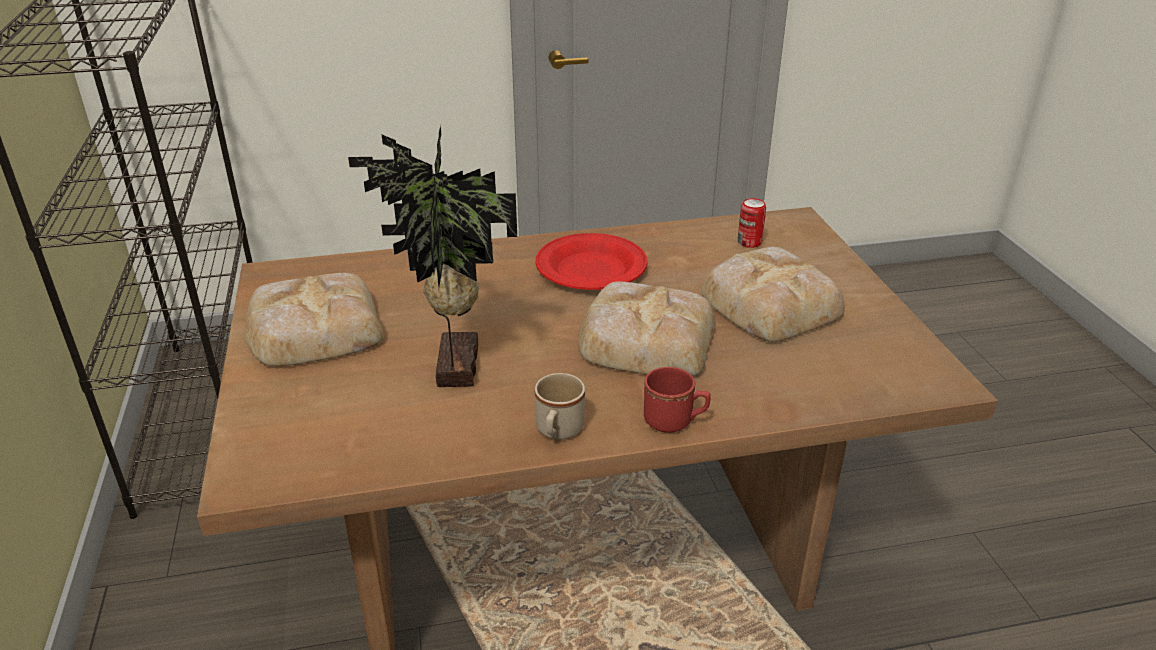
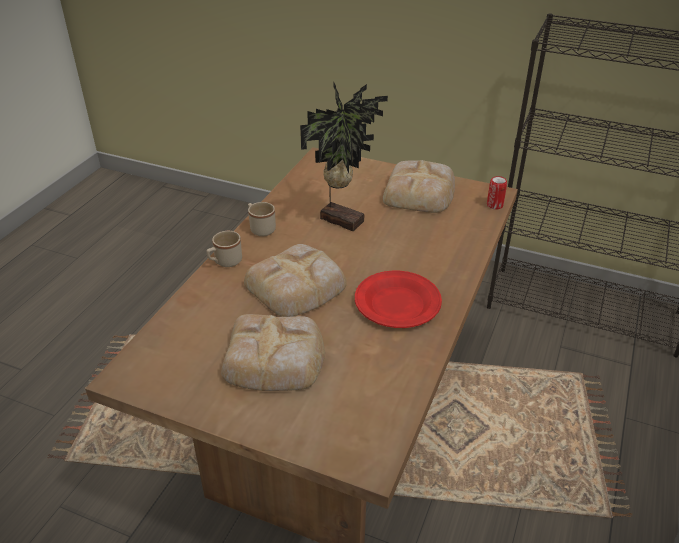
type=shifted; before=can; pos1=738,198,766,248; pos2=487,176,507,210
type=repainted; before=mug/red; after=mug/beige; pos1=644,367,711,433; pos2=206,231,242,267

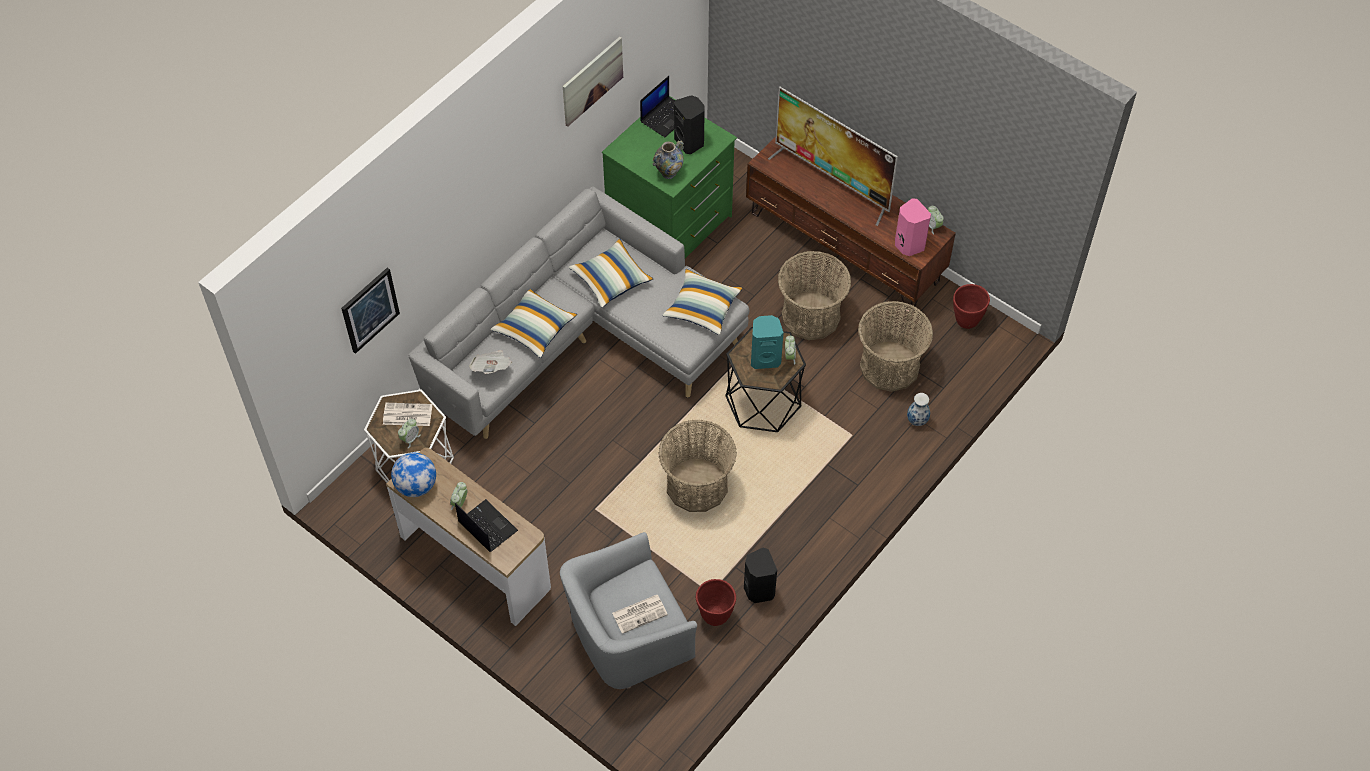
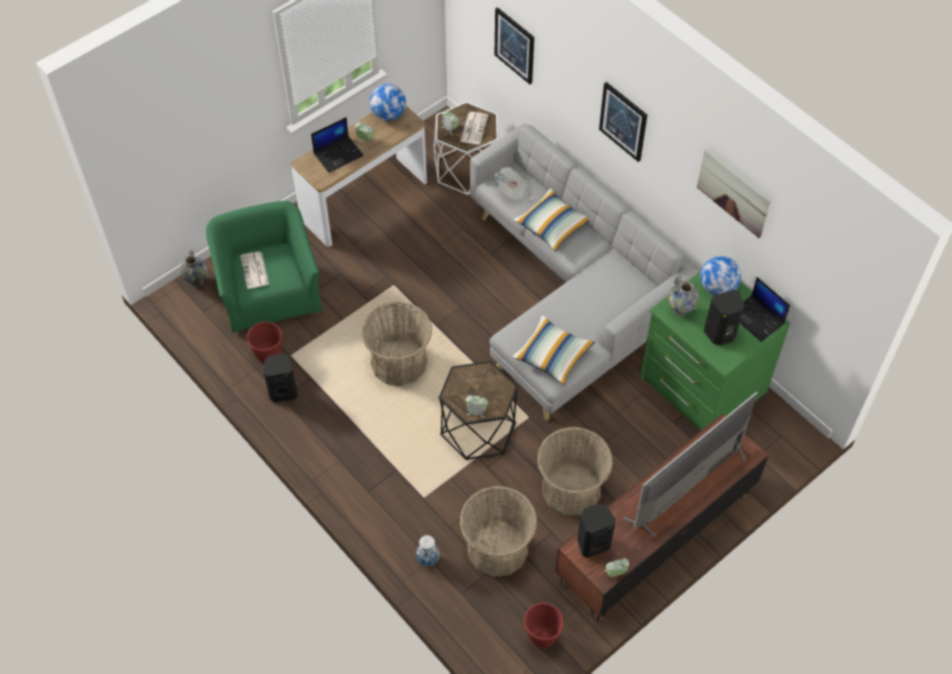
type=repainted; before=speaker/pink; after=speaker/black; pos1=895,198,931,256; pos2=577,503,616,558
type=gone; before=pillow; pos1=569,239,654,308
type=gone; before=speaker/turquoise; pos1=751,315,784,369
type=repainted; before=armchair/grey; after=armchair/green; pos1=560,532,697,689; pos2=206,201,322,332
type=new; after=picture; pos2=599,82,647,162
type=new; after=vase; pos2=181,250,208,287
type=new; after=globe; pos2=700,256,741,296

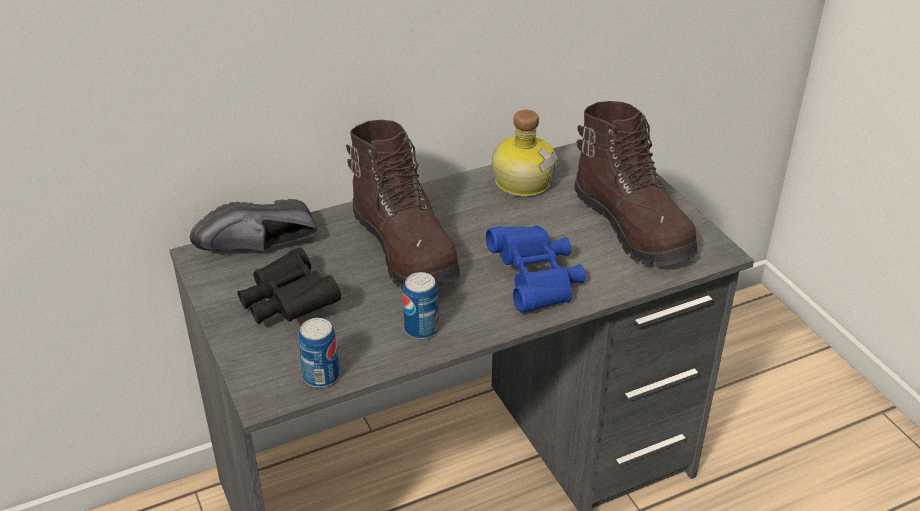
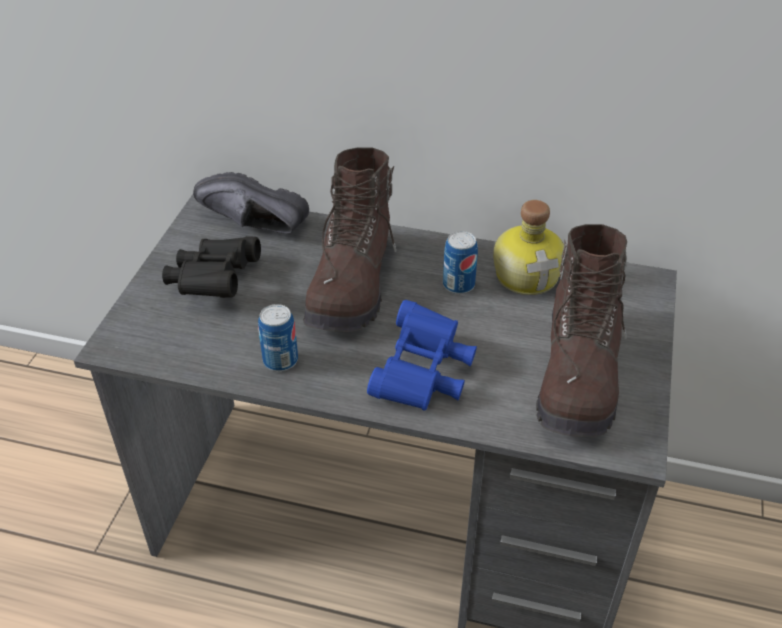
type=shifted; before=can; pos1=299,318,340,388; pos2=443,231,478,294

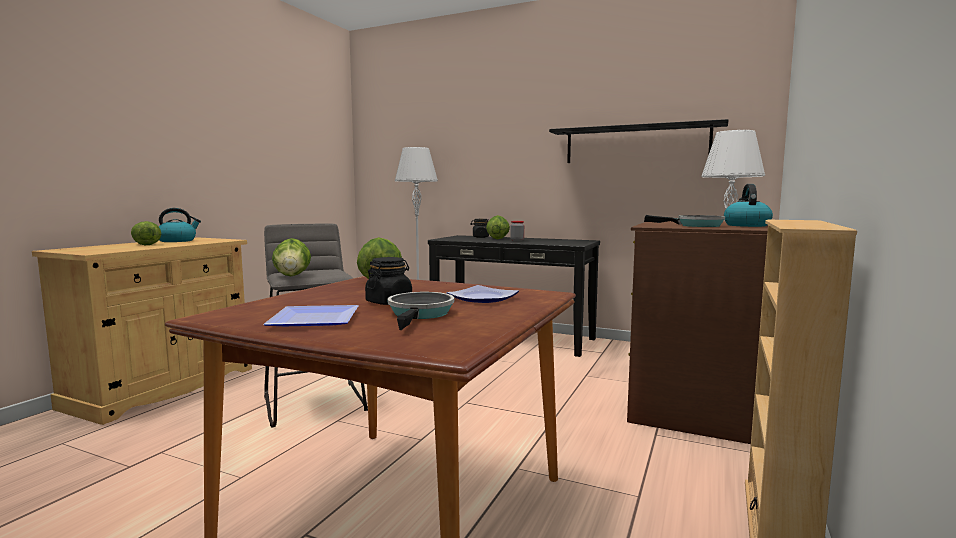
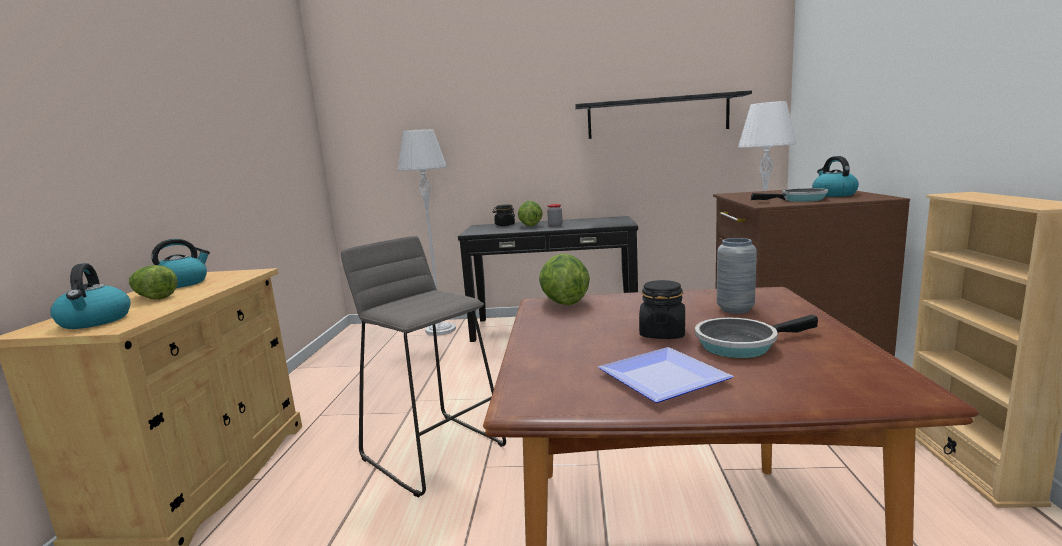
type=gone; before=lettuce; pos1=272,238,311,276
type=swapped; before=plate; after=vase/grey; pos1=447,285,519,303; pos2=717,238,757,314
type=rotated; before=frying pan; pos1=388,292,454,330; pos2=695,314,818,358; turn=-90
type=new; after=kettle; pos2=50,263,131,329

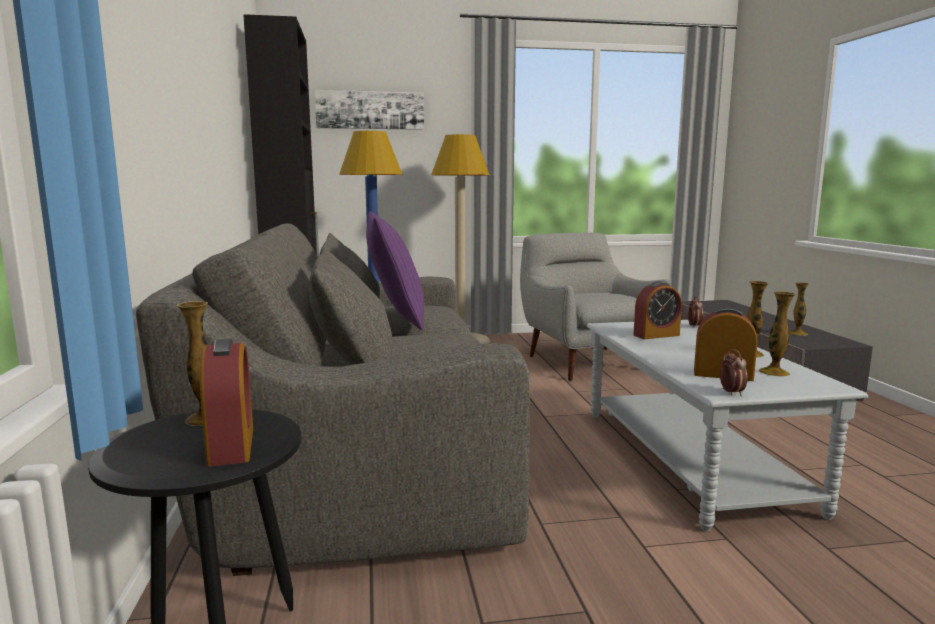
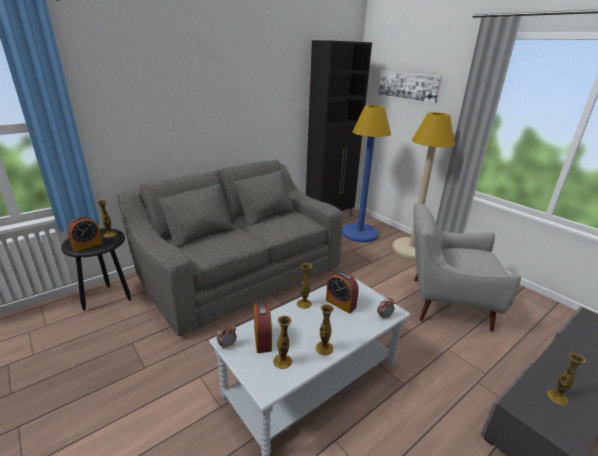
type=gone; before=pillow/purple; pos1=366,211,424,330
type=rotated; before=armchair/grey; pos1=520,233,671,381; pos2=413,203,521,332; turn=-120
type=new; after=vase; pos2=297,263,312,309

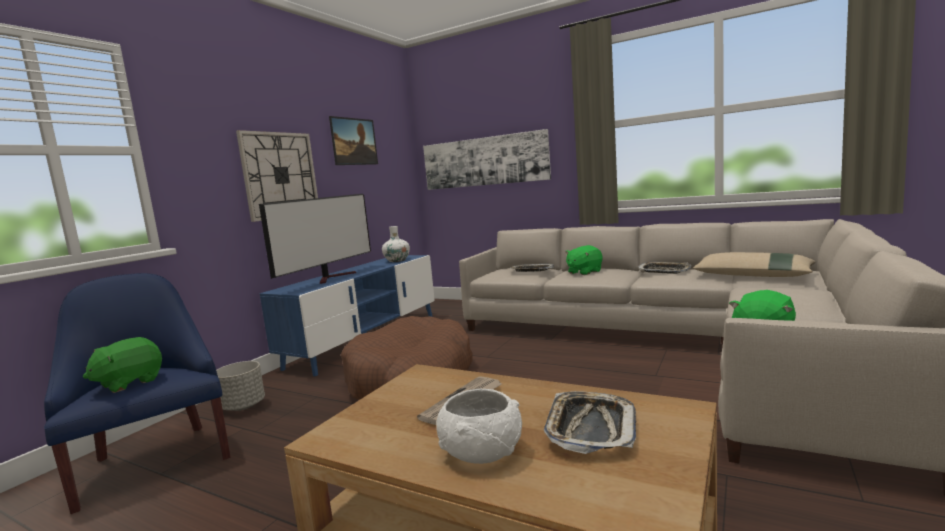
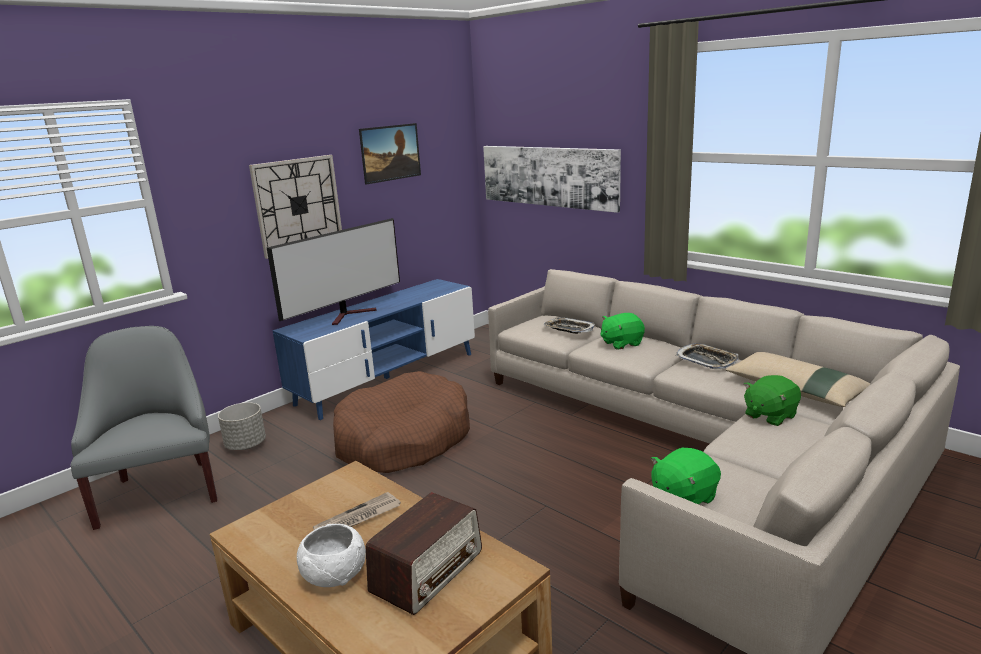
type=gone; before=vase/white; pos1=382,226,410,262
type=repainted; before=armchair/blue; after=armchair/grey; pos1=44,273,230,514; pos2=70,326,217,530
type=shifted; before=plush toy/green; pos1=83,337,162,393; pos2=744,375,801,426
type=swapped; before=tray; after=radio; pos1=544,391,636,454; pos2=366,492,482,615

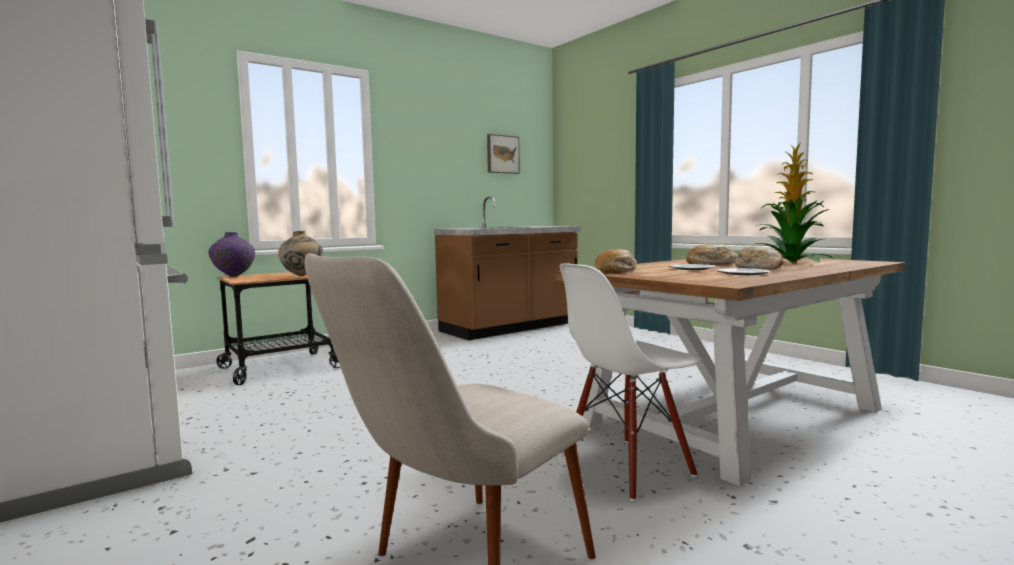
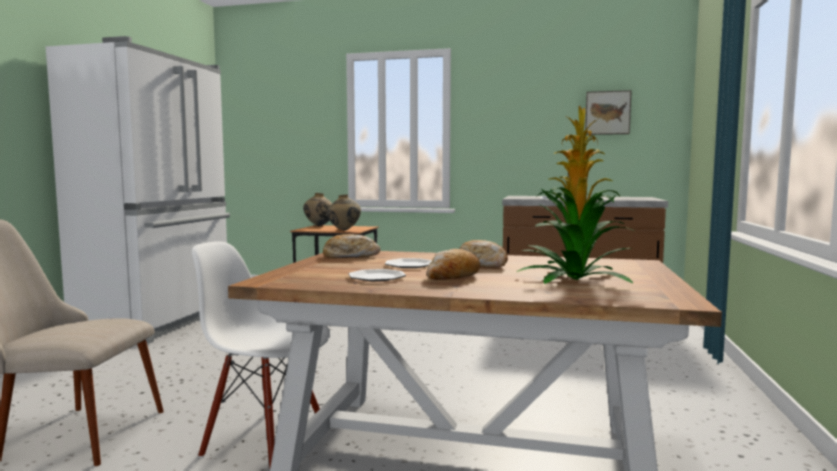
type=repainted; before=vase/purple; after=vase/beige; pos1=208,232,255,277; pos2=303,193,332,226

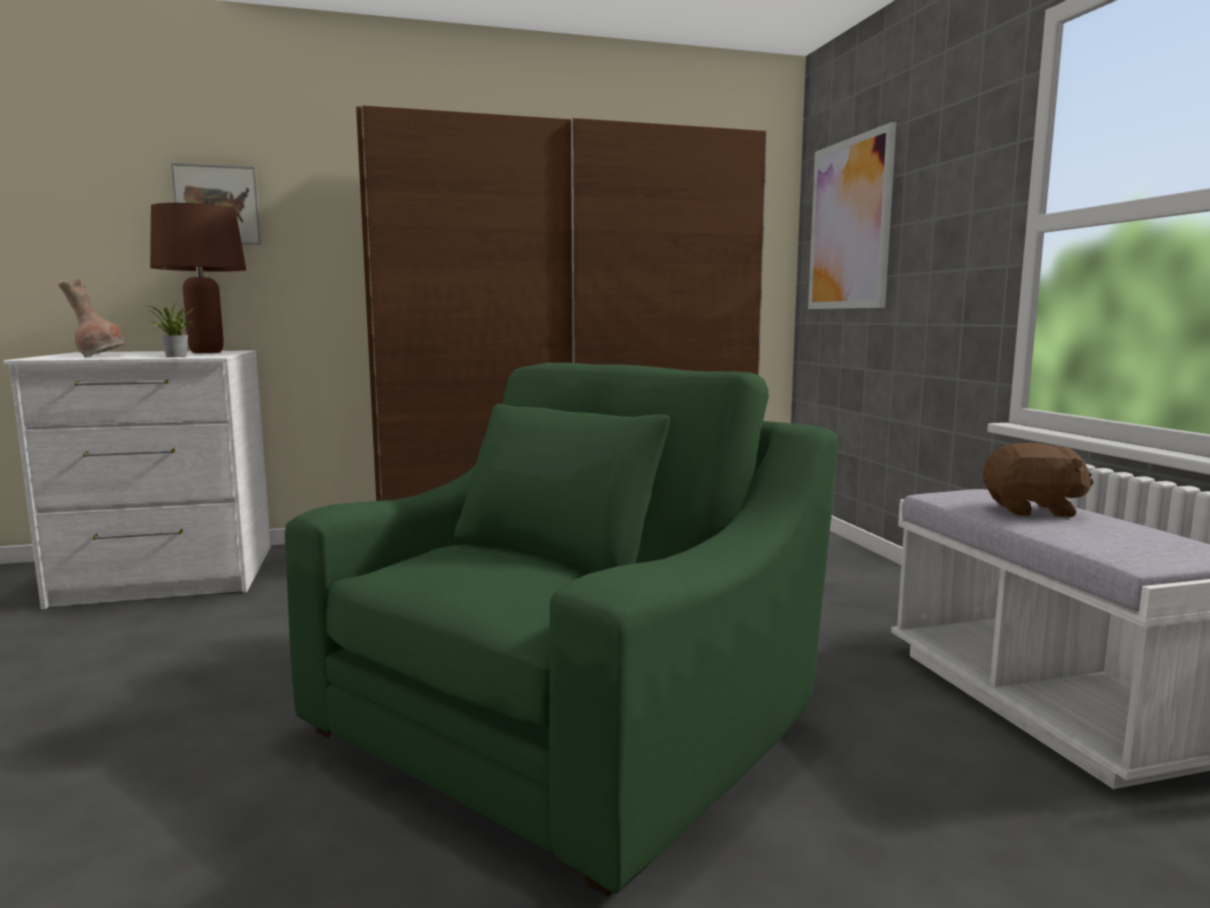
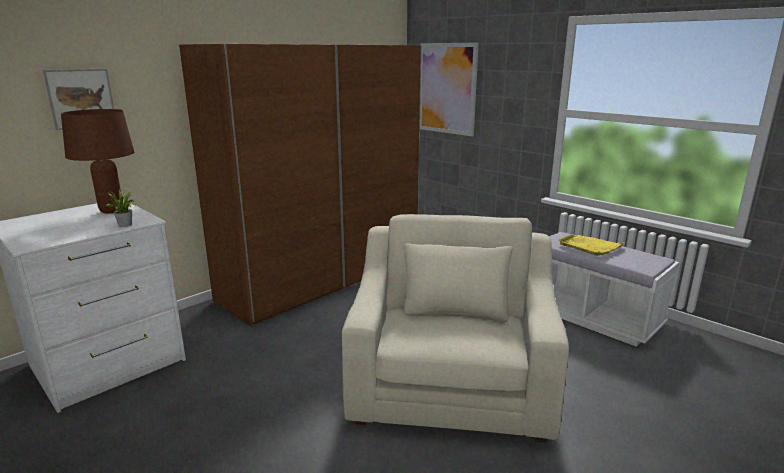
type=gone; before=vase/brown; pos1=58,279,125,357
type=repainted; before=armchair/green; after=armchair/beige; pos1=285,363,838,896; pos2=342,214,569,442
type=swapped; before=plush toy/brown; after=tray/yellow; pos1=983,443,1094,517; pos2=558,235,624,256

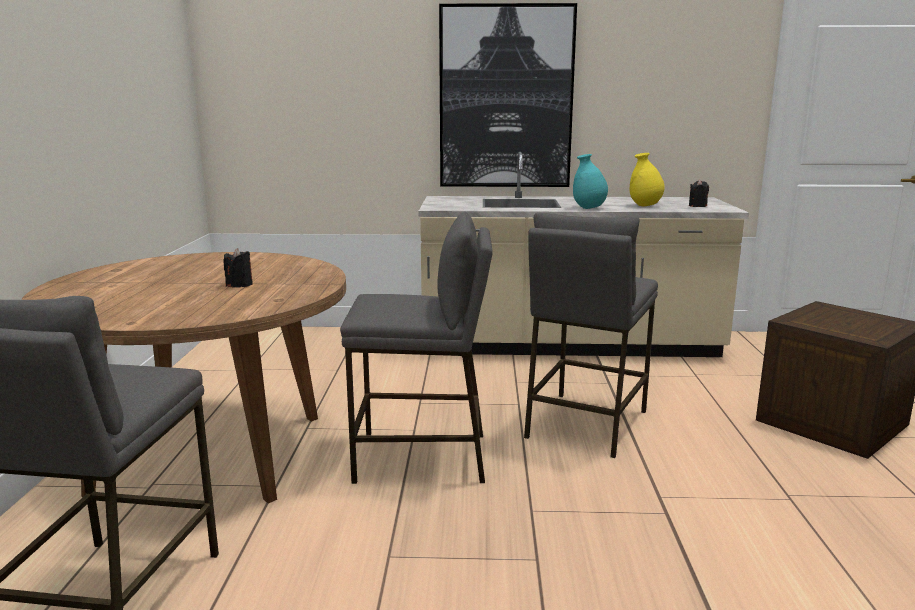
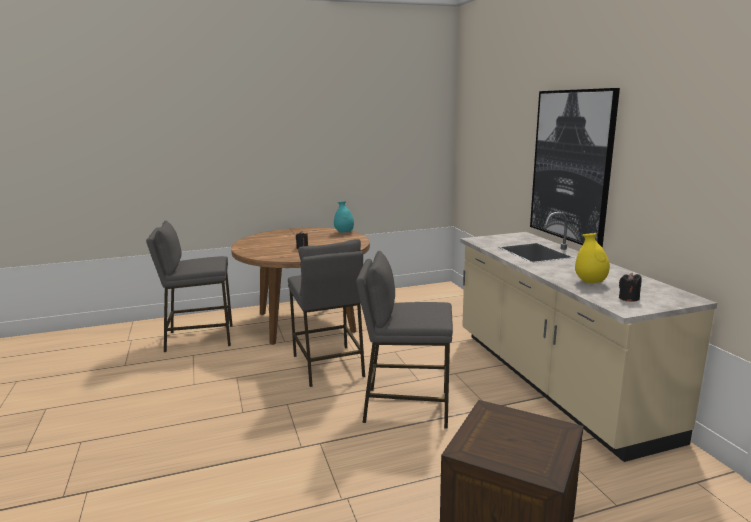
type=shifted; before=vase/turquoise; pos1=573,154,608,209; pos2=334,201,354,233

